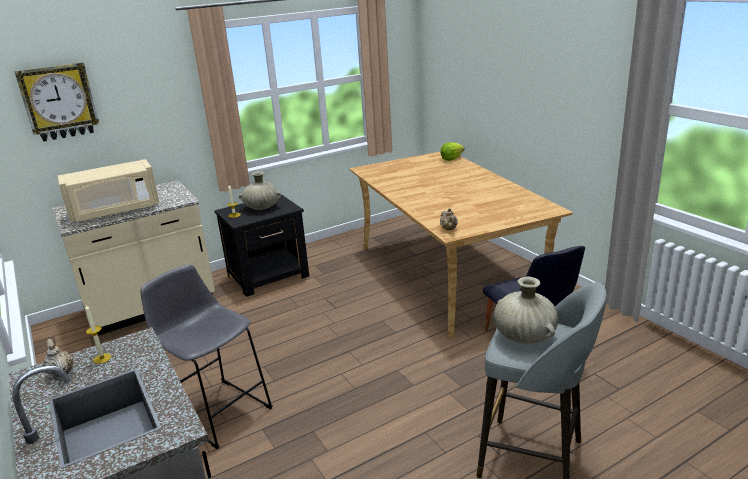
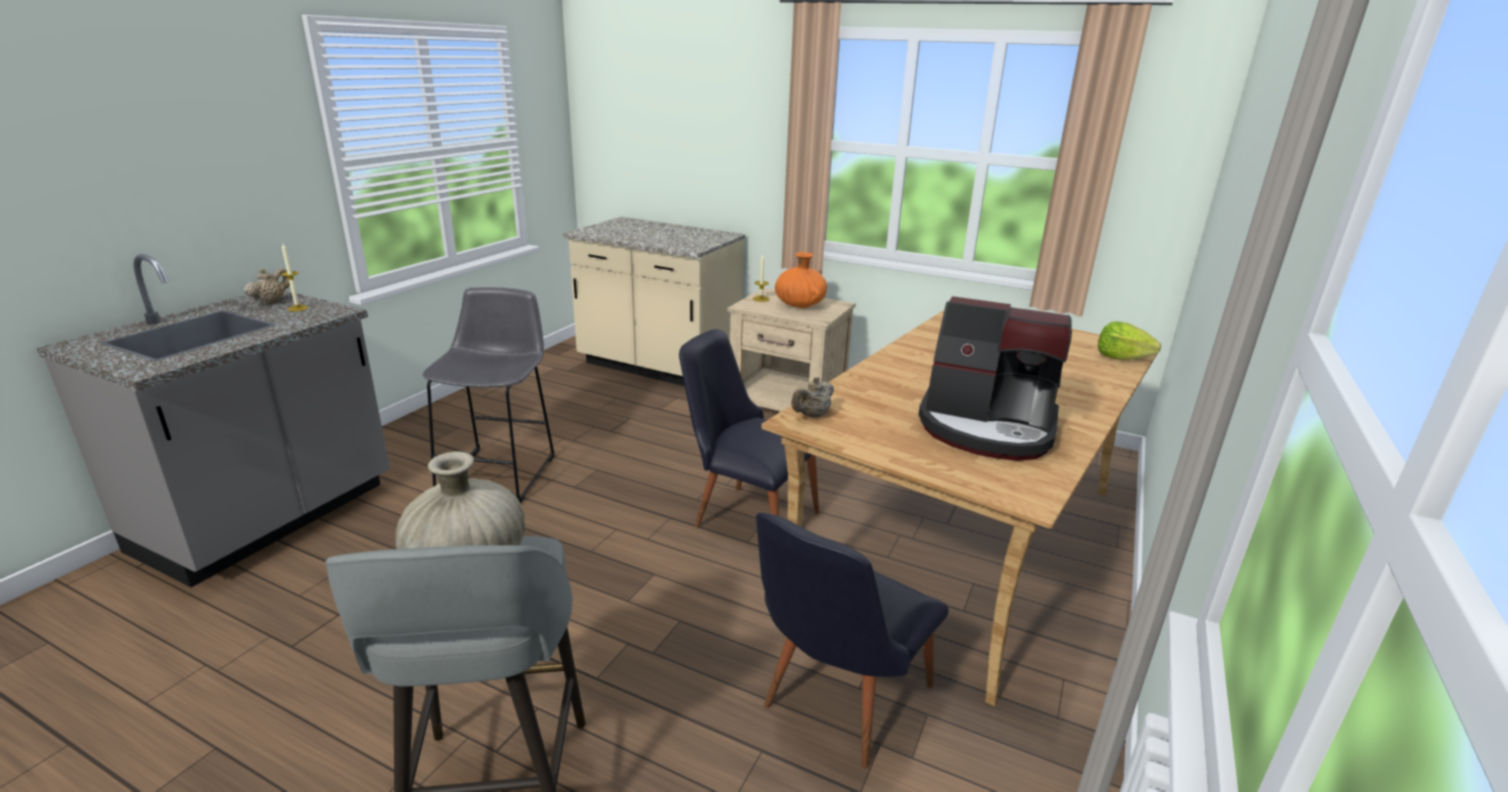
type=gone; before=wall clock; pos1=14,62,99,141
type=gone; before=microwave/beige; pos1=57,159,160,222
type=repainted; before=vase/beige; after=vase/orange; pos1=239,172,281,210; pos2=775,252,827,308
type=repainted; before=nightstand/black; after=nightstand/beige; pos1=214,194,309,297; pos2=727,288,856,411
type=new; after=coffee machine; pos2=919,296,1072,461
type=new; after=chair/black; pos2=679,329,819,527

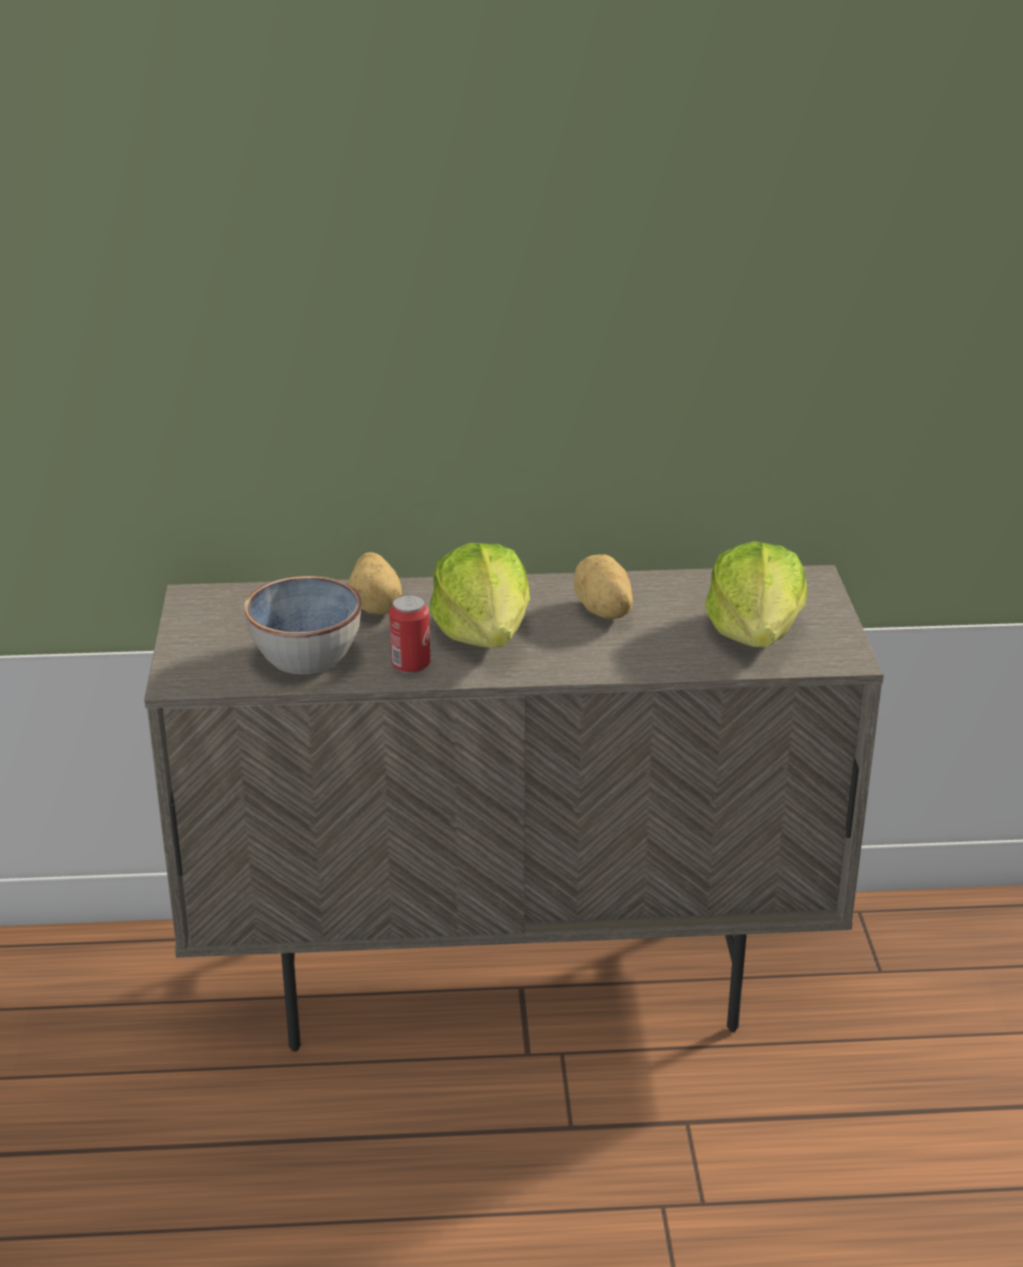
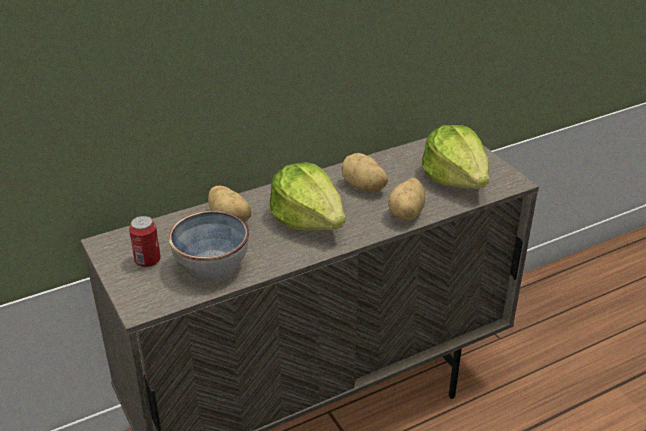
type=shifted; before=can; pos1=389,595,430,673; pos2=129,216,161,267
type=new; after=potato; pos2=388,178,425,221

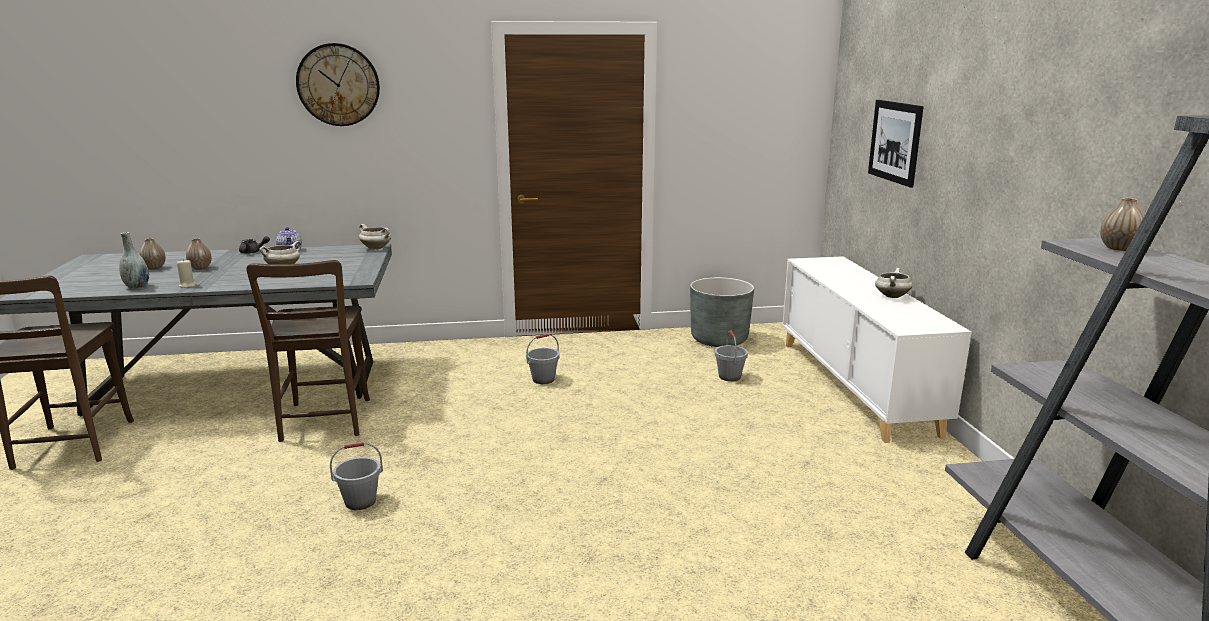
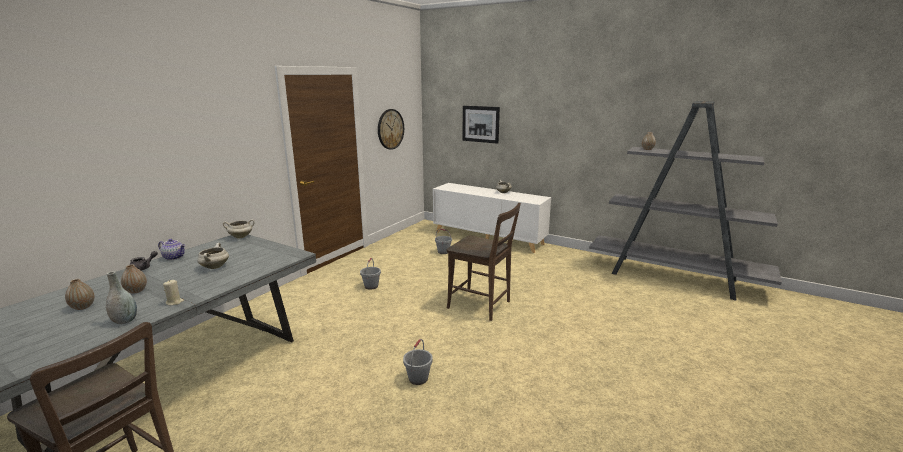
type=shifted; before=wall clock; pos1=296,43,380,126; pos2=378,109,404,150
type=shifted; before=chair/brown; pos1=246,260,370,442; pos2=446,203,521,321
type=gone; before=planter/grey; pos1=690,277,754,347

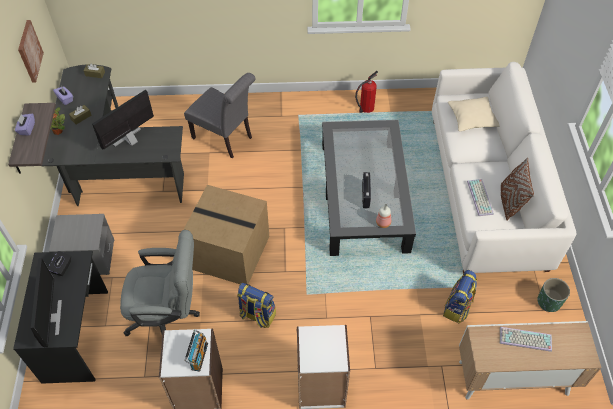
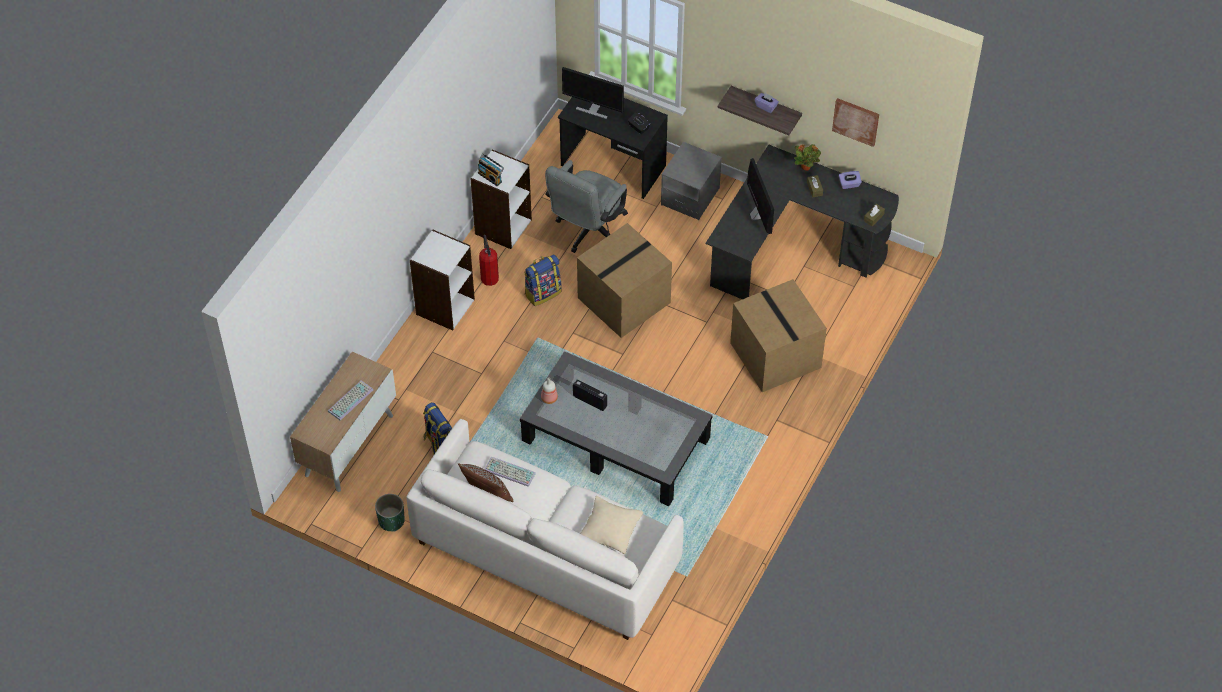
type=shifted; before=fire extinguisher; pos1=355,71,378,113; pos2=479,235,499,286
type=swapped; before=chair/grey; after=cardboard box; pos1=184,73,256,158; pos2=730,279,827,392

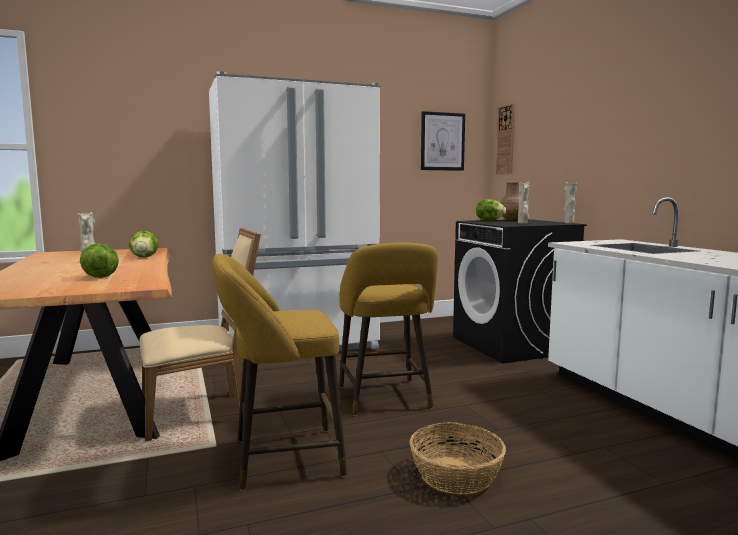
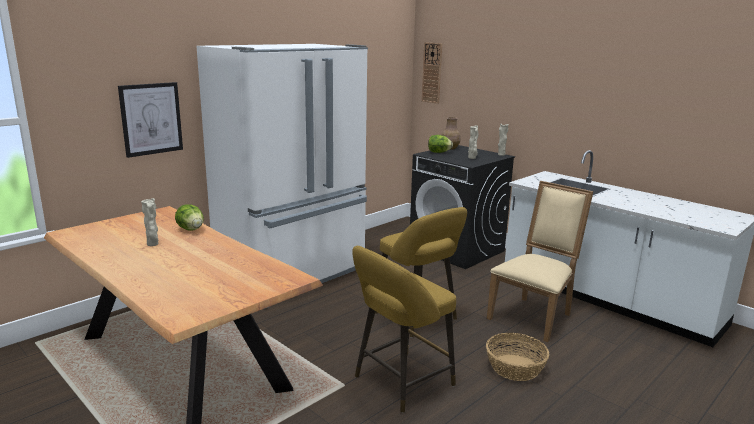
type=shifted; before=picture; pos1=421,111,465,171; pos2=118,82,183,158
type=shifted; before=chair/beige; pos1=140,228,261,442; pos2=487,181,593,342
type=gone; before=lettuce; pos1=80,243,119,278

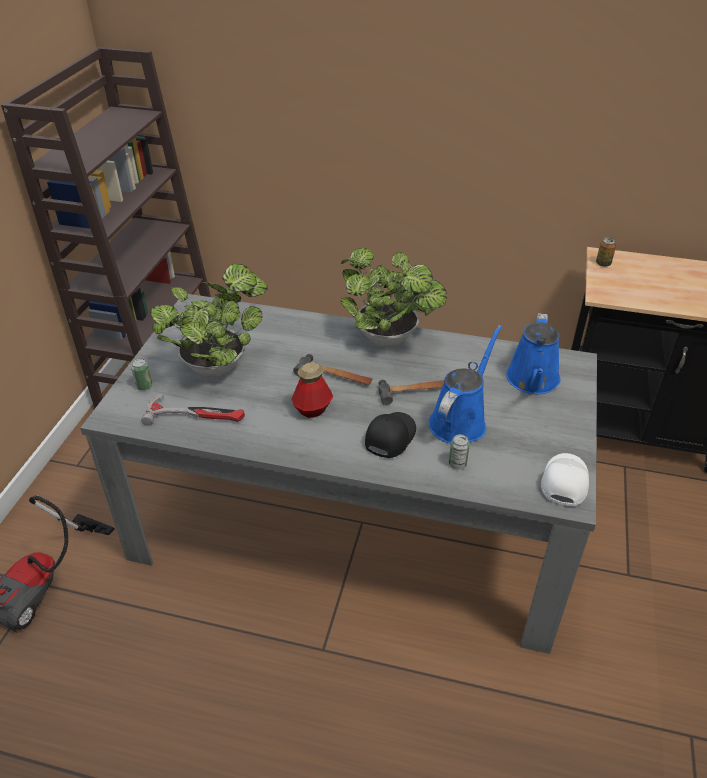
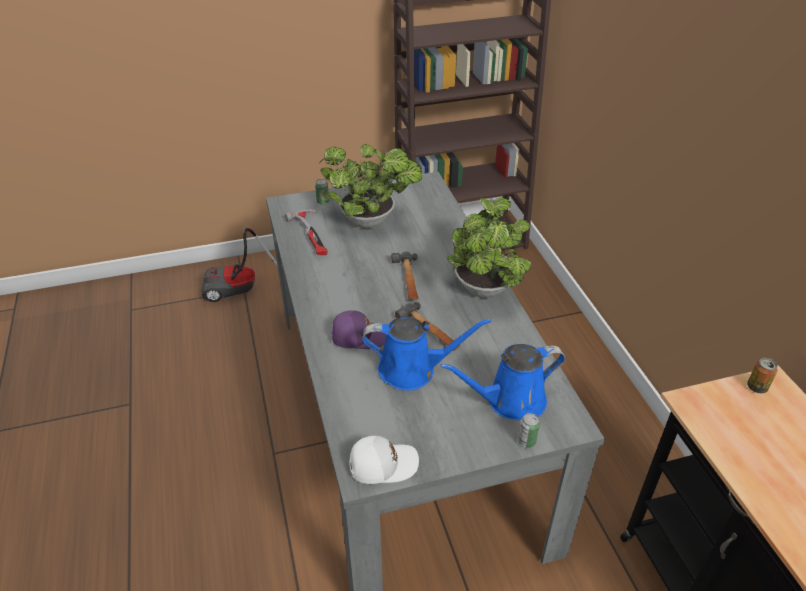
type=gone; before=bottle; pos1=291,362,333,418
type=repainted; before=cap/black; after=cap/purple; pos1=365,412,416,458; pos2=331,310,386,349
type=shifted; before=can; pos1=449,434,470,470; pos2=518,413,540,448

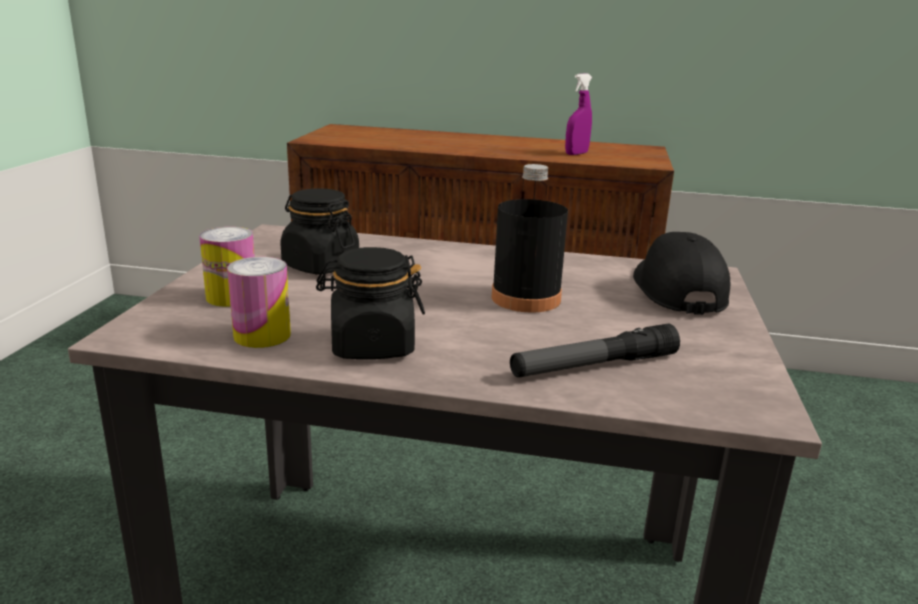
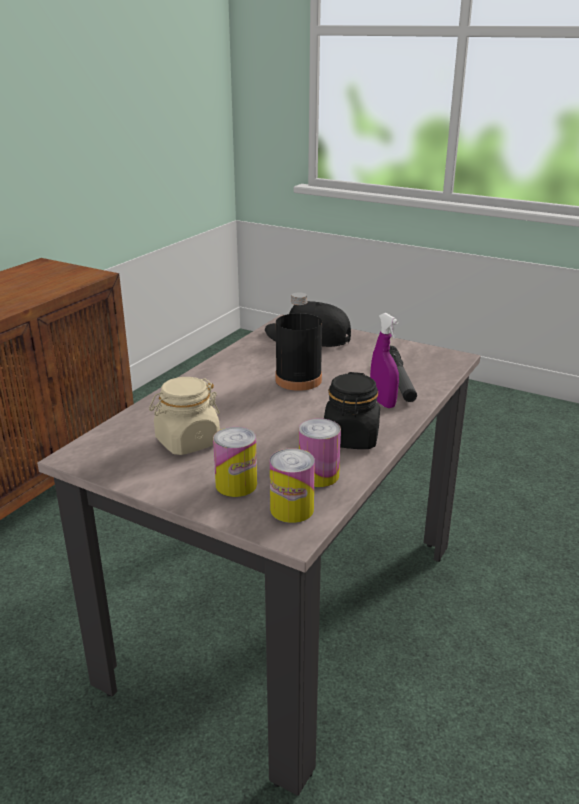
type=shifted; before=spray bottle/purple; pos1=565,74,592,155; pos2=370,313,399,408
type=repainted; before=jar/black; after=jar/beige; pos1=280,189,359,275; pos2=149,377,220,455
type=new; after=can; pos2=270,448,315,523

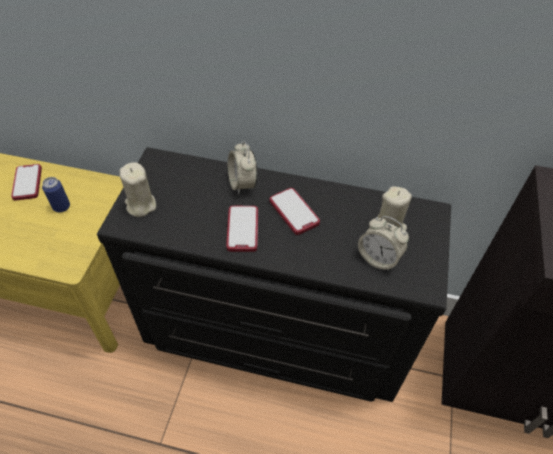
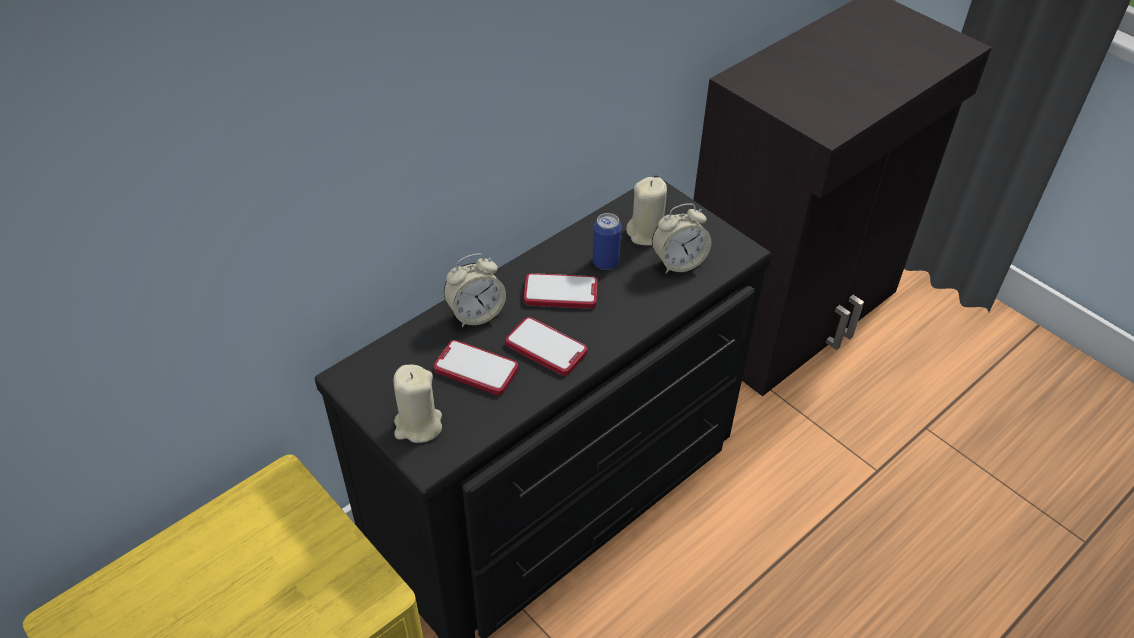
type=rotated; before=alarm clock; pos1=228,141,257,195; pos2=444,254,506,327; turn=-45
type=shifted; before=phone; pos1=11,164,42,200; pos2=434,340,518,395
type=shifted; before=can; pos1=42,177,70,213; pos2=593,213,622,270

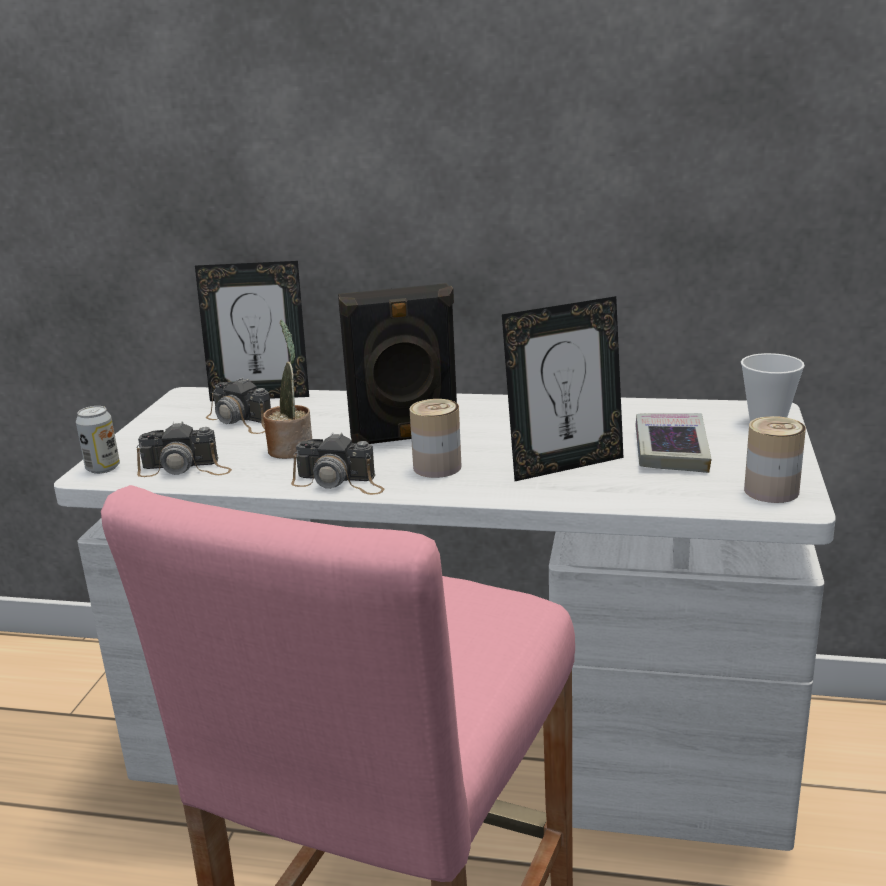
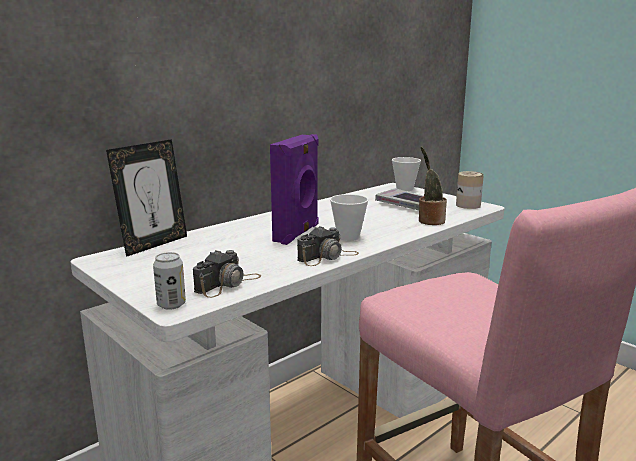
type=repainted; before=speaker/black; after=speaker/purple; pos1=338,283,457,444; pos2=270,134,319,245
type=gone; before=picture frame; pos1=502,296,624,481
type=shifted; before=potted plant; pos1=263,320,312,459; pos2=419,146,447,225
type=gone; before=photo camera; pos1=206,378,271,434
type=swapped; before=can; after=cup; pos1=409,399,462,478; pos2=330,194,369,241

